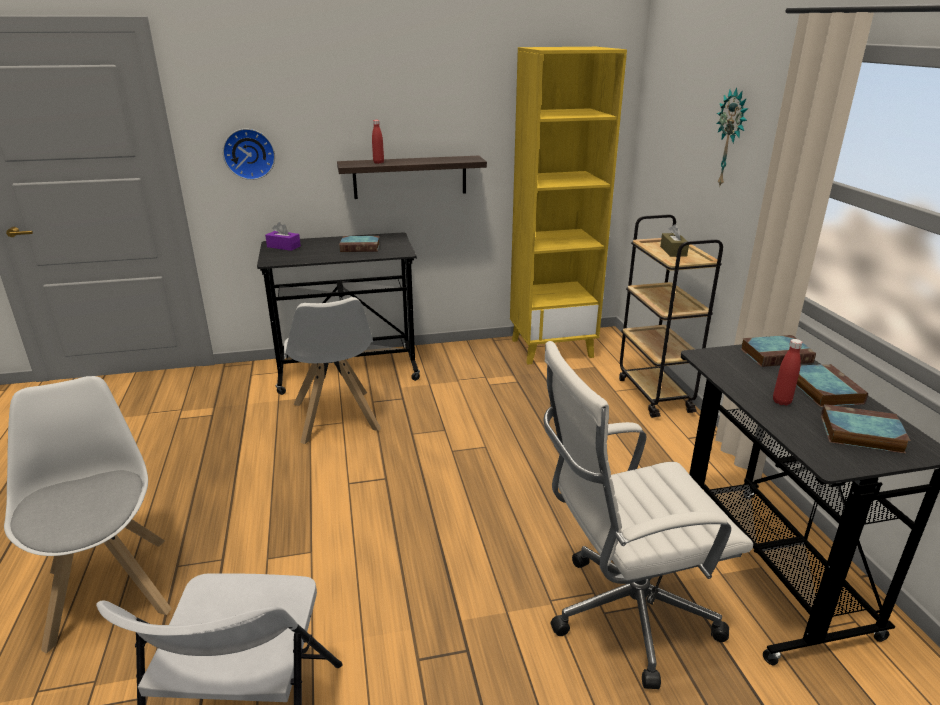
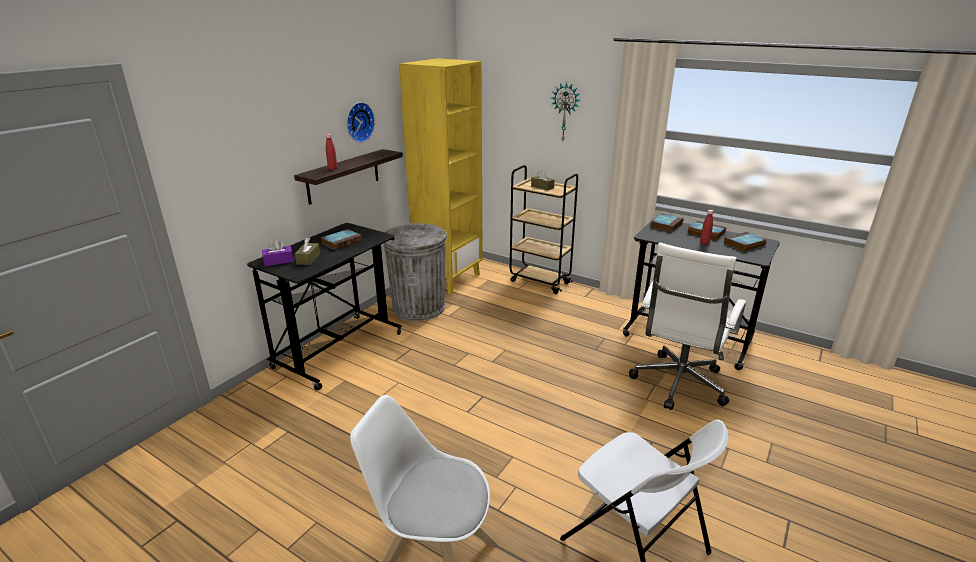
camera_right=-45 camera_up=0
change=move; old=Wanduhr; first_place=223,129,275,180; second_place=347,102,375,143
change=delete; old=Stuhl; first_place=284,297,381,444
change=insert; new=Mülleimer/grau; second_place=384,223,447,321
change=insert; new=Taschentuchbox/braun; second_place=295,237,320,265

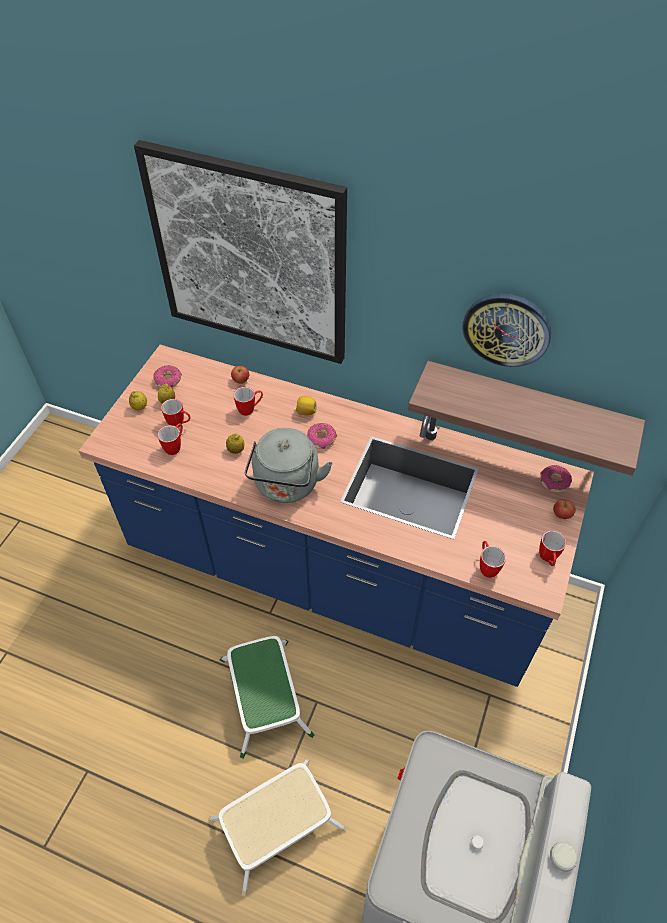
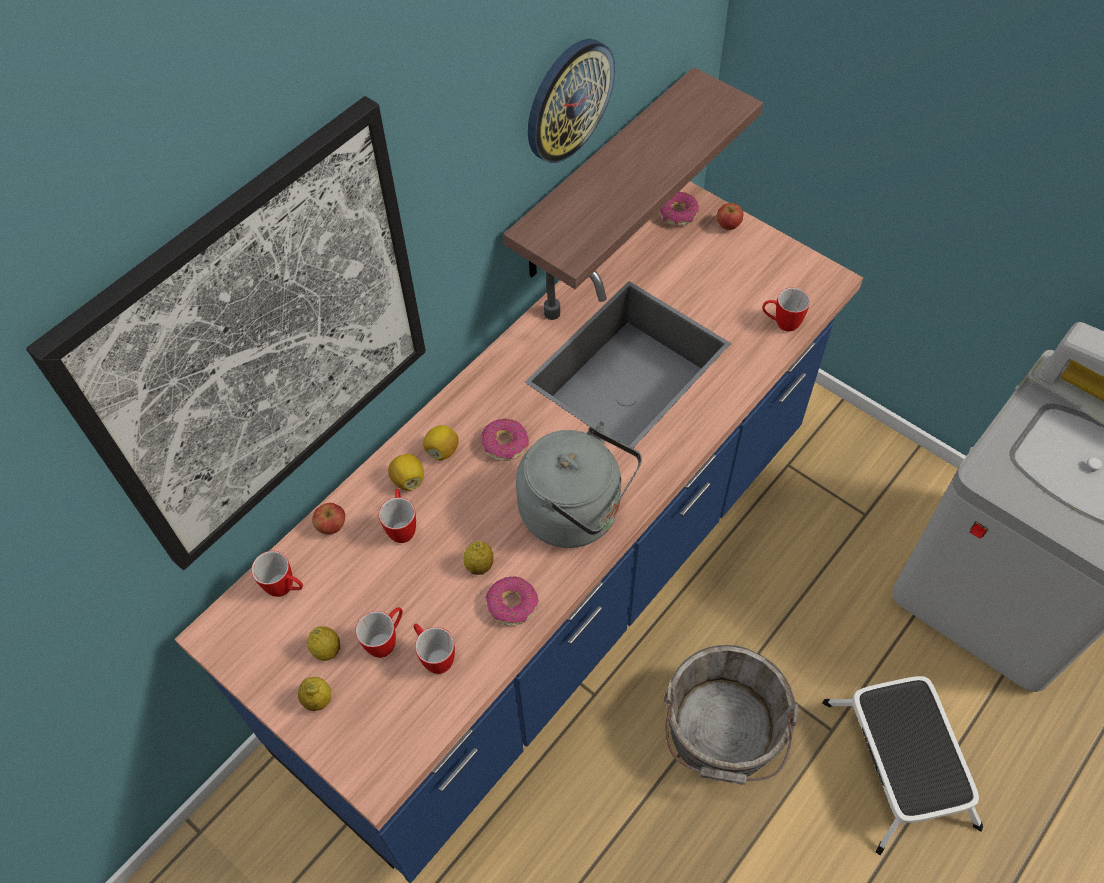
camera_right=-70 camera_up=5
change=move; old=Donut; first_place=153,365,182,388; second_place=486,576,539,626
change=move; old=Henkelbecher; first_place=539,530,567,566; second_place=251,551,303,597
change=replace; old=Trittleiter/grün; new=Eimer/grau; first_place=220,636,314,759; second_place=664,645,798,785
change=recolor; old=Trittleiter/beige; new=Trittleiter/schwarz; first_place=208,759,347,896; second_place=823,676,983,855
change=insert; new=Zitrone; second_place=388,454,424,490

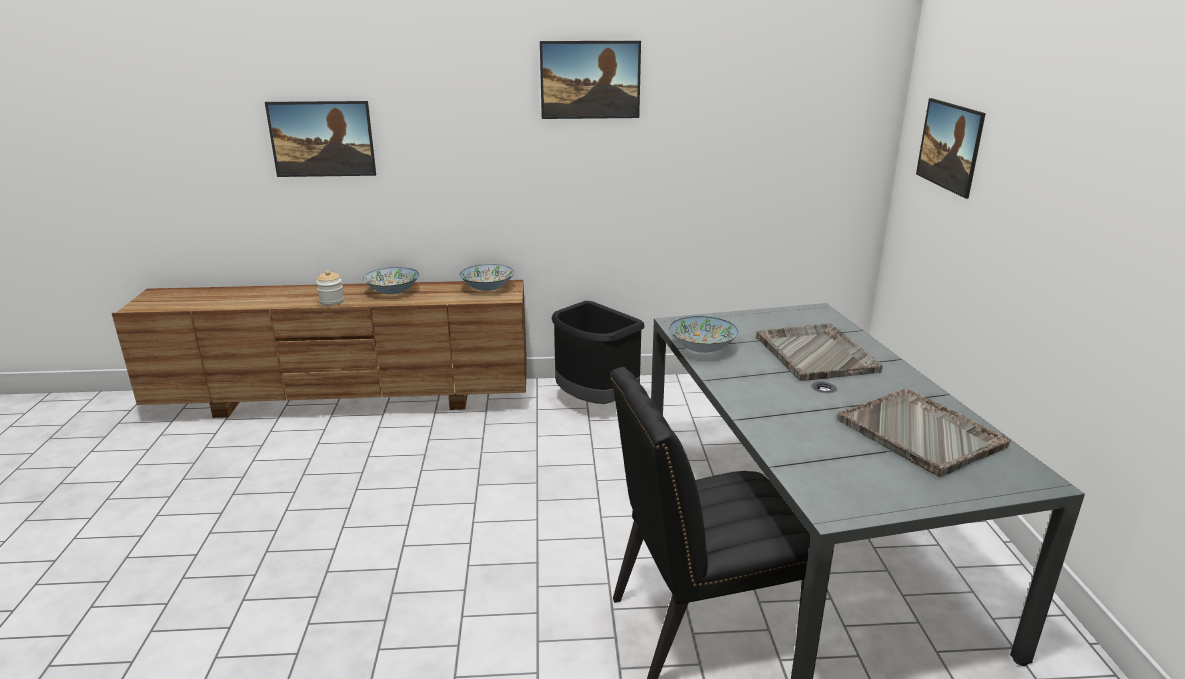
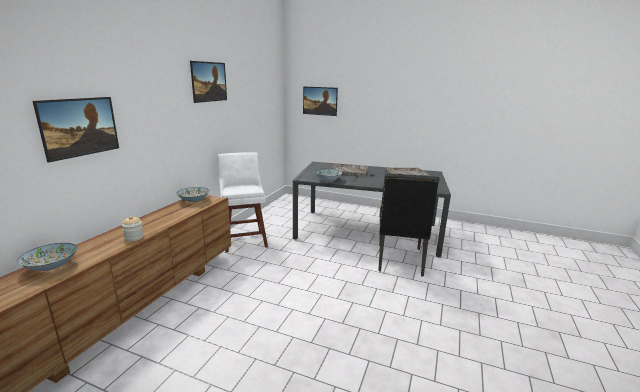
camera_right=-65 camera_up=-5
change=move; old=Schüssel; first_place=363,267,419,295; second_place=17,243,77,271
change=replace; old=Mülleimer/schwarz; new=Stuhl/weiß; first_place=552,301,645,404; second_place=217,152,268,252

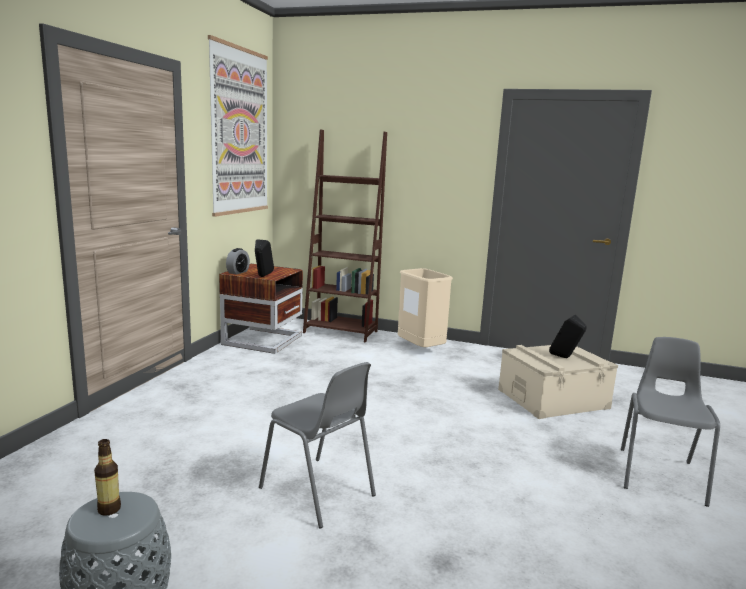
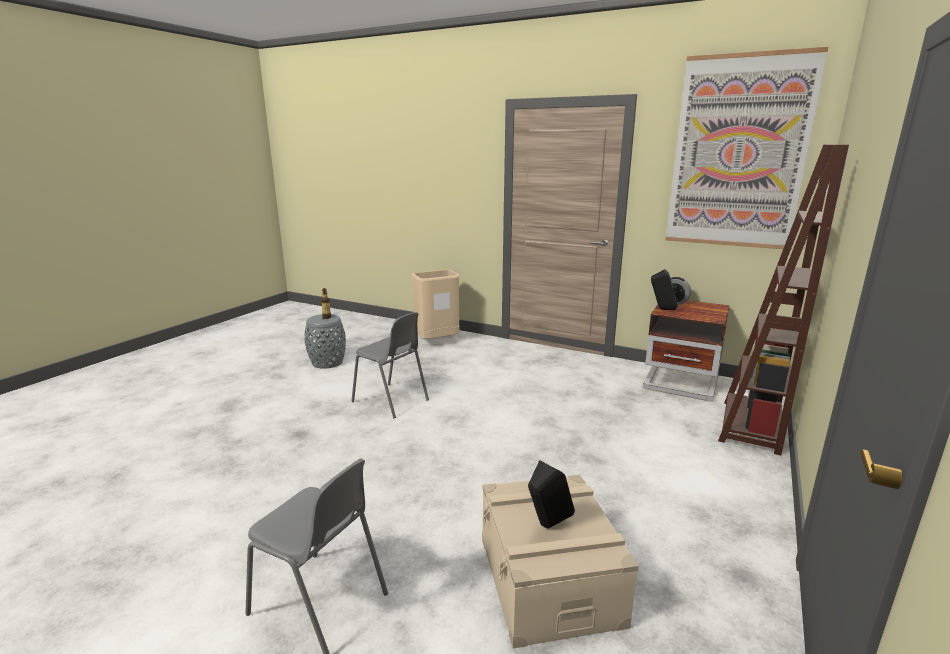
camera_right=100 camera_up=5
change=move; old=Mülleimer/beige; first_place=398,268,453,347; second_place=412,269,460,339
change=rotate; old=Stuhl/grau; first_place=259,362,376,528; second_place=351,312,429,418; degrees=-105

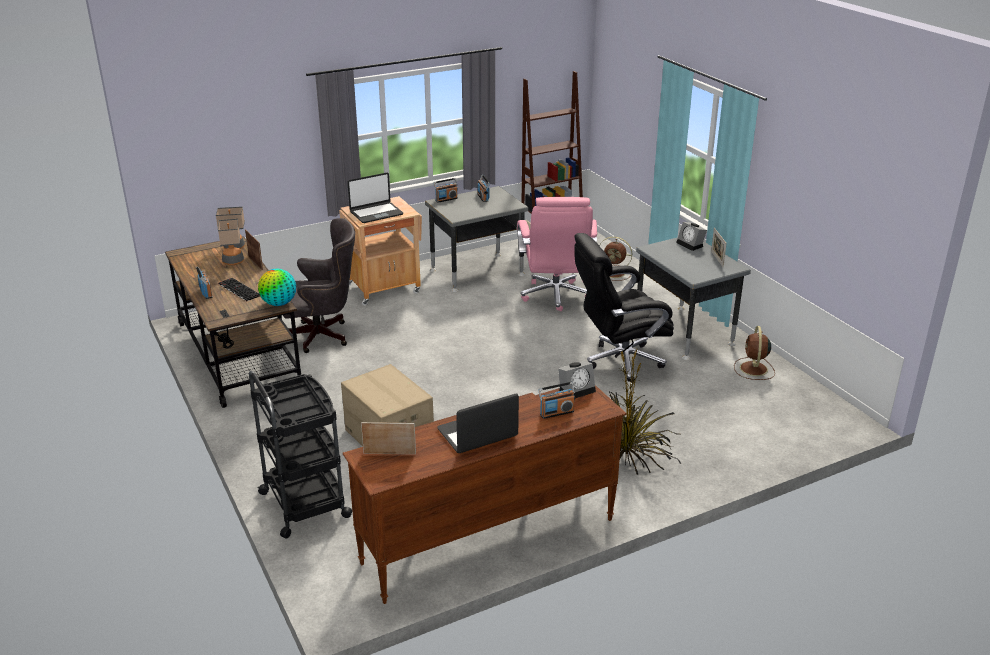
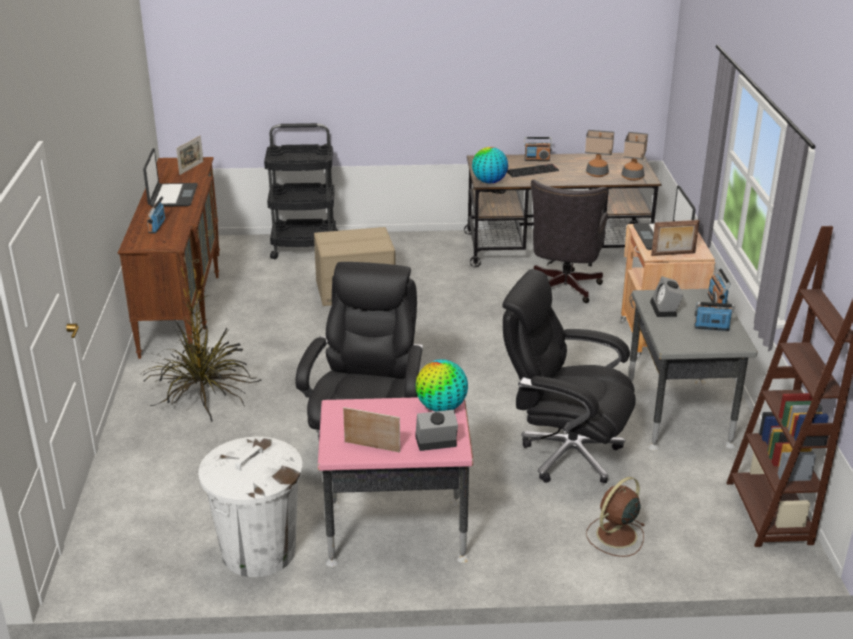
camera_right=115 camera_up=0
change=recolor; old=Bürostuhl/rosa; new=Bürostuhl/schwarz; first_place=517,197,597,311; second_place=502,269,636,483
change=move; old=Bilderrahmen; first_place=245,230,263,270; second_place=651,220,699,256
change=recolor; old=Schreibtisch/grau; new=Schreibtisch/rosa; first_place=636,237,751,360; second_place=318,397,474,567
change=replace; old=Ventilator/braun; new=Mülleimer/weiß; first_place=734,326,775,380; second_place=198,437,303,577
change=move; old=Wecker; first_place=558,361,596,398; second_place=650,276,683,317
change=insert; new=Globus; second_place=415,359,468,411

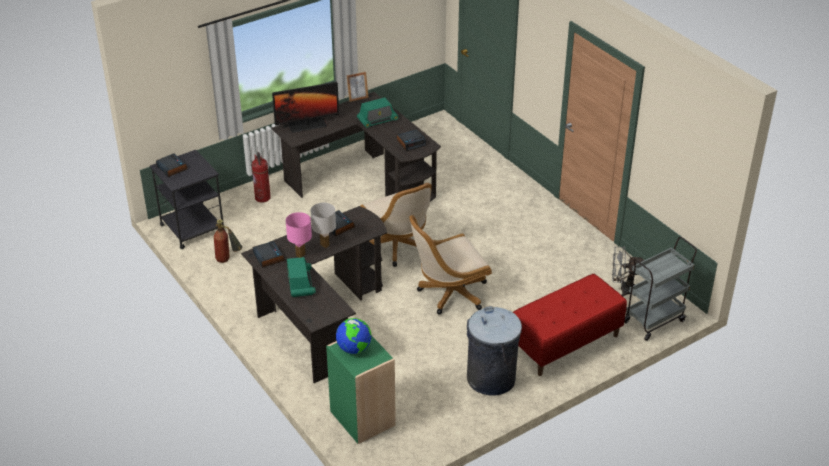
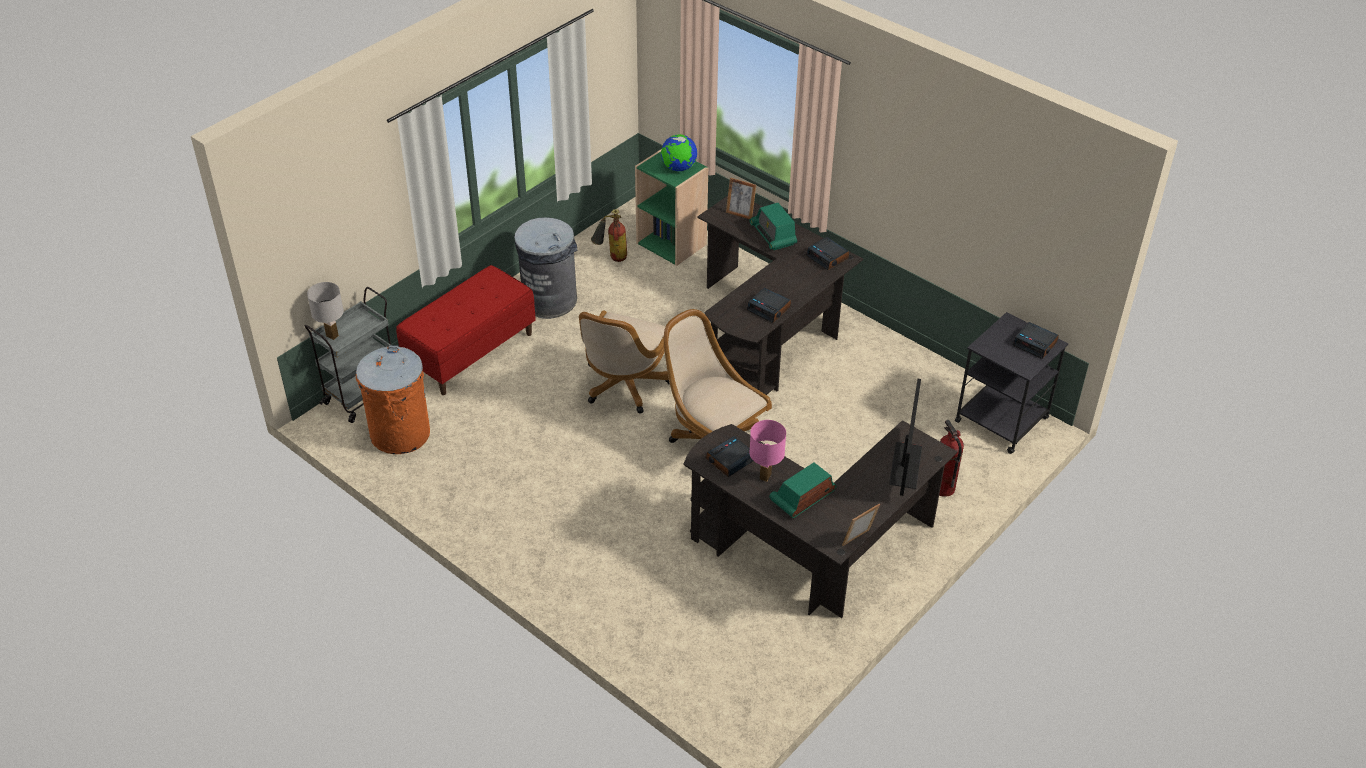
camera_right=165 camera_up=5
change=rotate; old=Monitor; first_place=272,82,339,133; second_place=889,379,922,496; degrees=135
change=move; old=Tischlampe/weiß; first_place=310,203,336,248; second_place=307,282,344,340
change=move; old=Tischlampe/rosa; first_place=286,212,312,258; second_place=749,420,786,482
change=rotate; old=Bürostuhl; first_place=409,215,492,315; second_place=579,310,670,414; degrees=150
change=move; old=Feuerlöscher; first_place=214,219,243,263; second_place=591,209,627,262
change=replace; old=Ventilator/grau; new=Mülleimer/orange; first_place=612,246,644,297; second_place=356,345,430,454
change=insert; new=Bilderrahmen; second_place=726,177,756,219

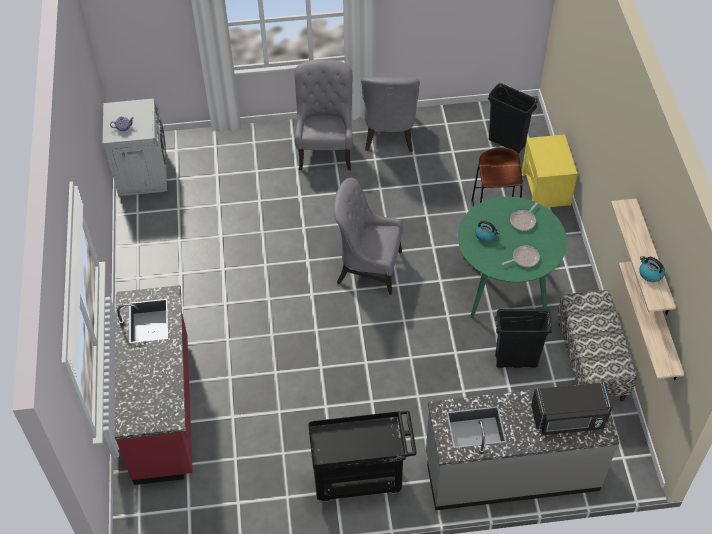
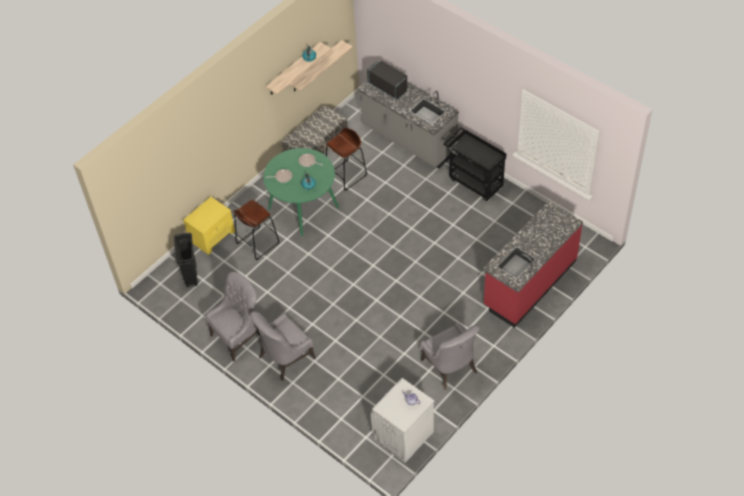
camera_right=-130 camera_up=0
change=move; old=Stuhl/grau; first_place=333,178,403,295; second_place=420,323,480,390
change=replace; old=Mülleimer/schwarz; new=Hocker/braun; first_place=495,309,552,368; second_place=326,128,367,191

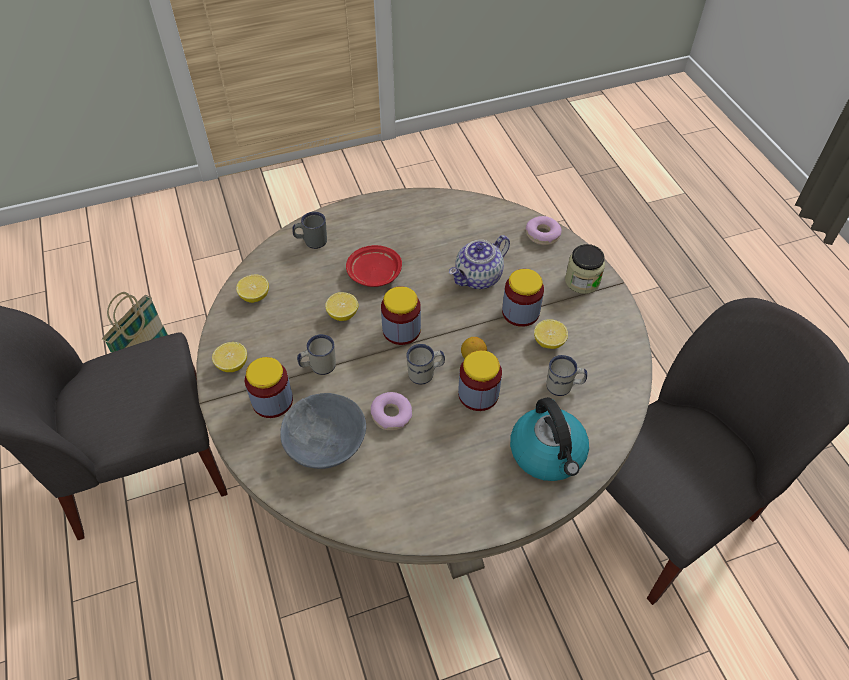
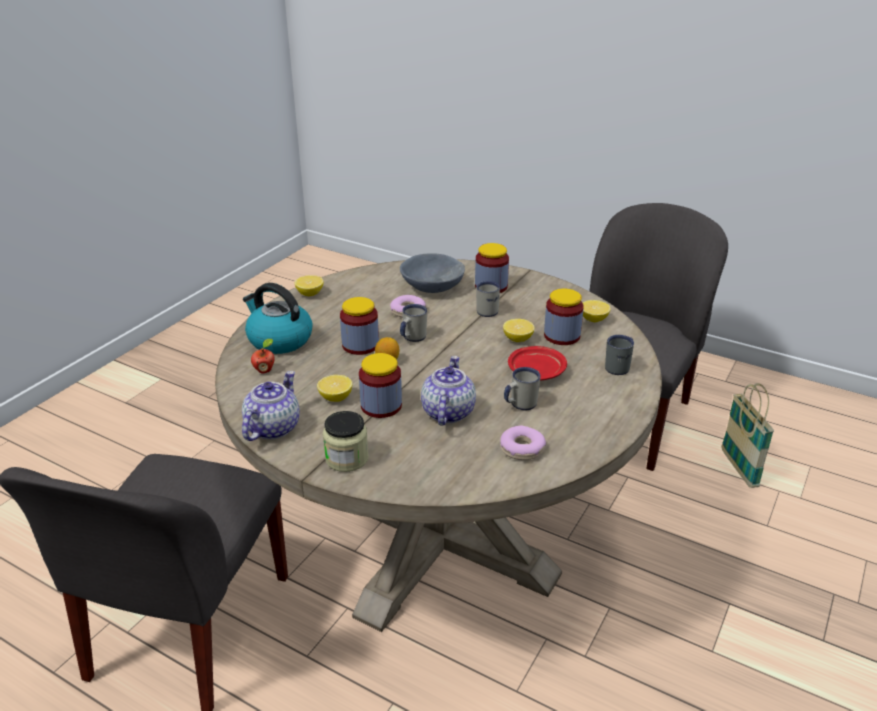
camera_right=140 camera_up=-20
change=move; old=Donut; first_place=526,216,562,245; second_place=500,426,546,460
change=move; old=Vorratsglas; first_place=381,286,421,345; second_place=544,289,584,345
change=move; old=Zitrone; first_place=212,342,247,372; second_place=295,275,324,296
change=move; old=Henkelbecher/weiß; first_place=546,355,587,396; second_place=504,367,541,410
change=insert; new=Apfel; second_place=251,339,275,374
change=insert; new=Teekanne; second_place=242,371,300,441

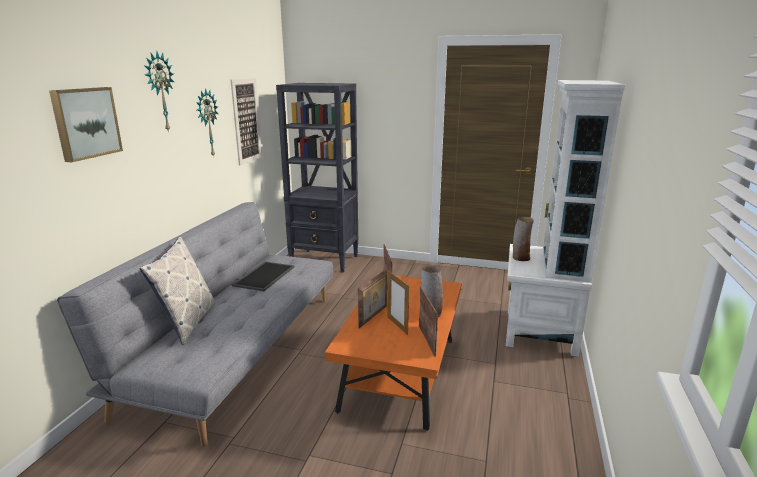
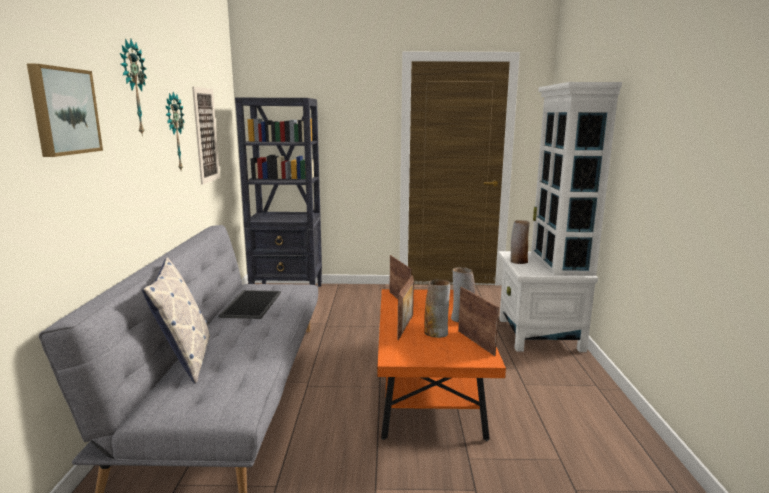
camera_right=-15 camera_up=-5
change=replace; old=Bilderrahmen; new=Vase; first_place=388,271,409,335; second_place=424,279,450,338

